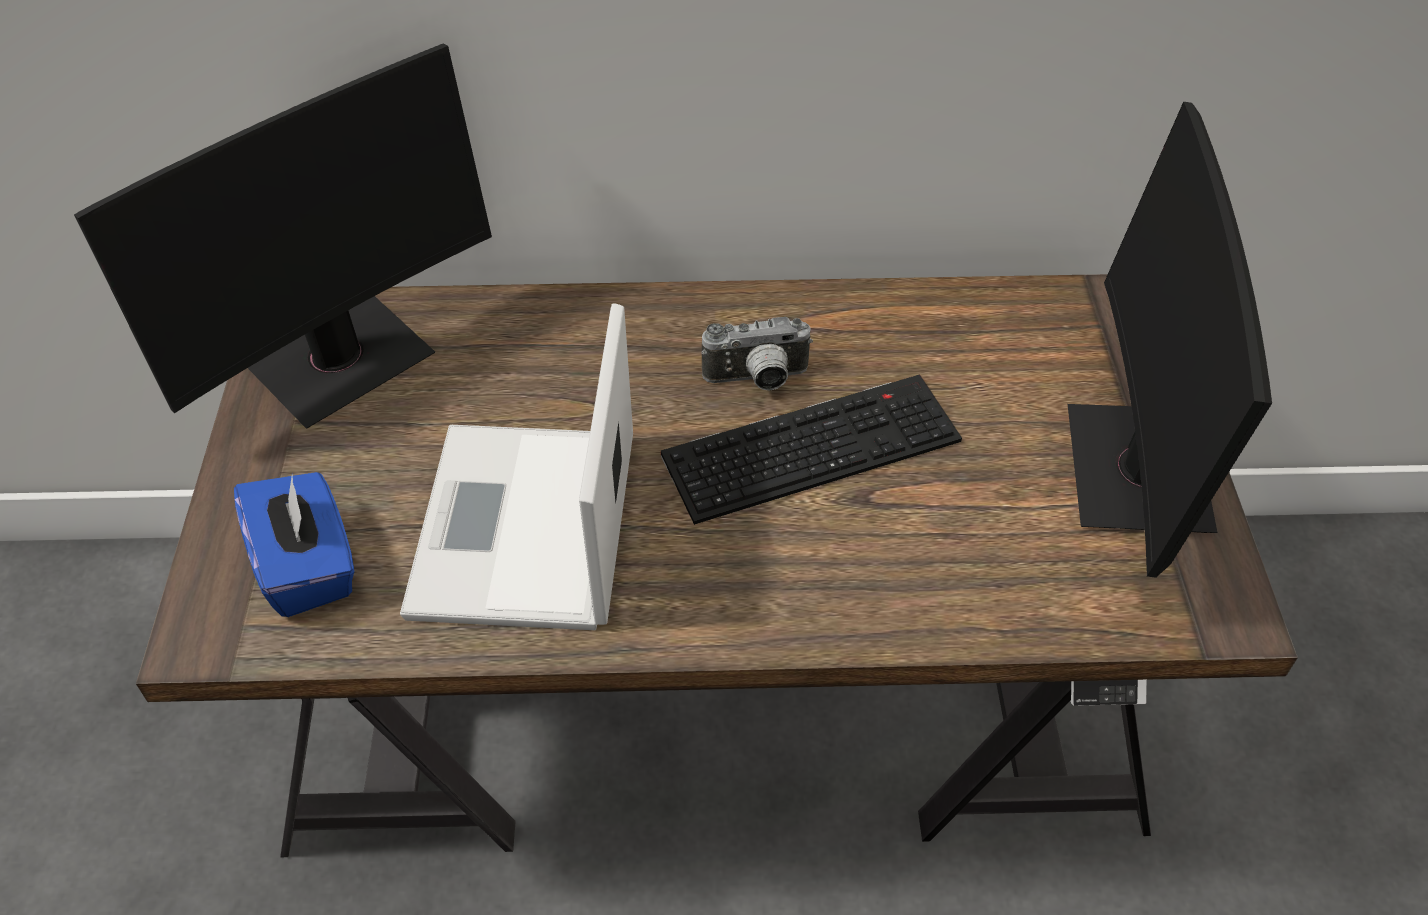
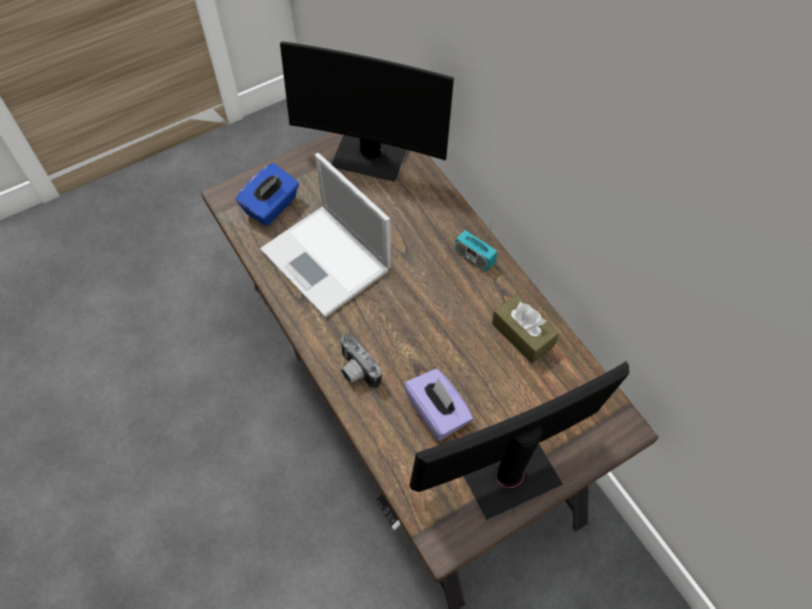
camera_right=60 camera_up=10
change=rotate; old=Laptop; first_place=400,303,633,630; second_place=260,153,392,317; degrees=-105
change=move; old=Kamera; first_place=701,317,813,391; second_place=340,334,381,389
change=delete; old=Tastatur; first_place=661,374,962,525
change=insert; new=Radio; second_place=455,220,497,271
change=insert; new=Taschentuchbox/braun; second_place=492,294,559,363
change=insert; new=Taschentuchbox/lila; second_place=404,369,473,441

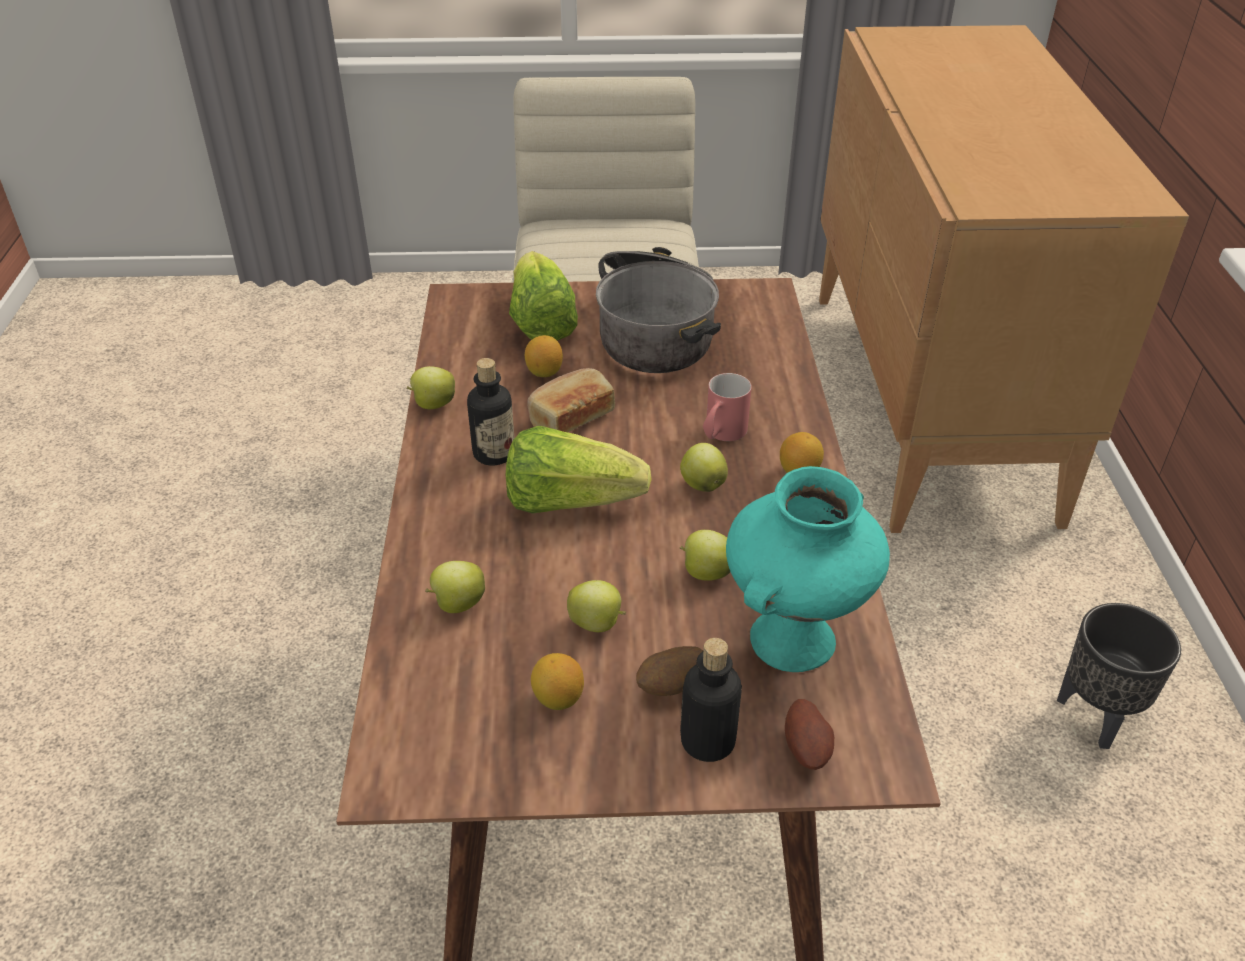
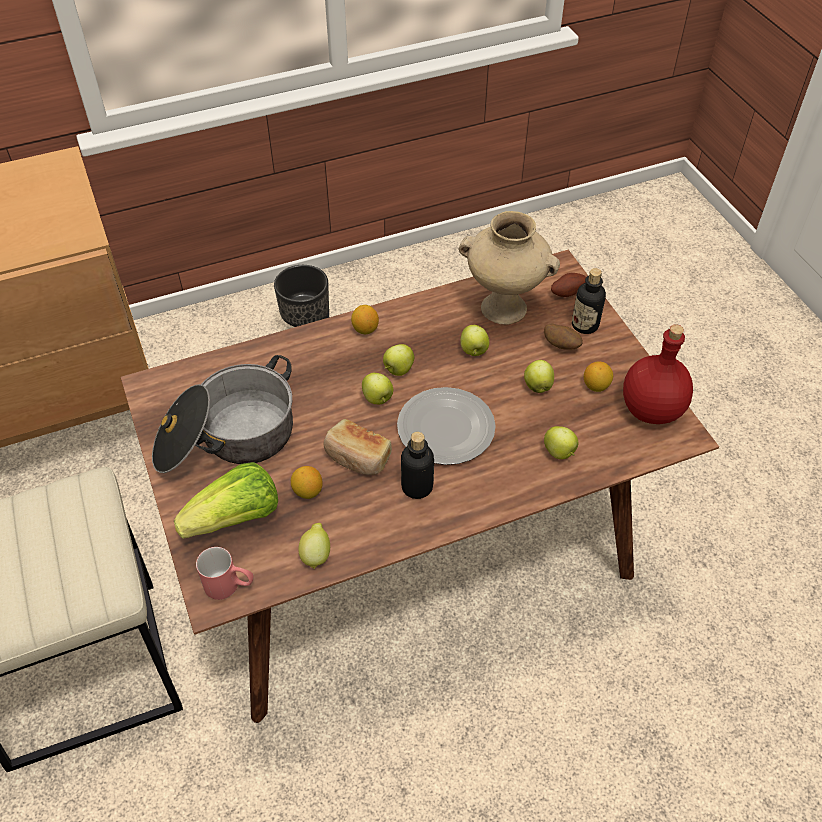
camera_right=-110 camera_up=10
change=move; old=Apfel; first_place=406,366,455,409; second_place=362,373,393,405
change=move; old=Henkelbecher/rot; first_place=703,373,752,441; second_place=196,547,254,600
change=replace; old=Salatkopf; new=Teller; first_place=506,426,652,513; second_place=397,387,496,465
change=recolor; old=Vase/türkis; new=Vase/beige; first_place=726,466,890,672; second_place=459,211,560,324
change=insert; new=Flasche/rot; second_place=623,324,693,424
change=insert; new=Zitrone; second_place=298,523,330,569

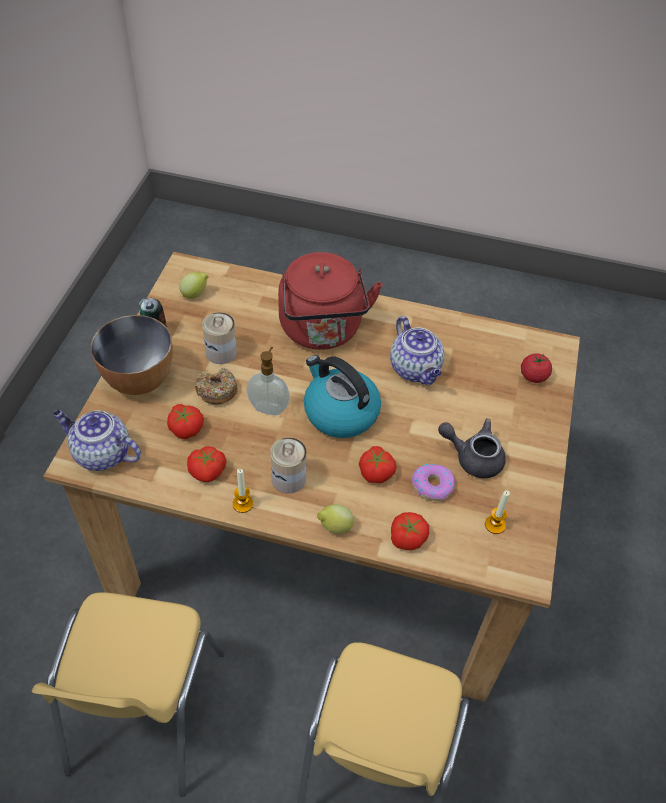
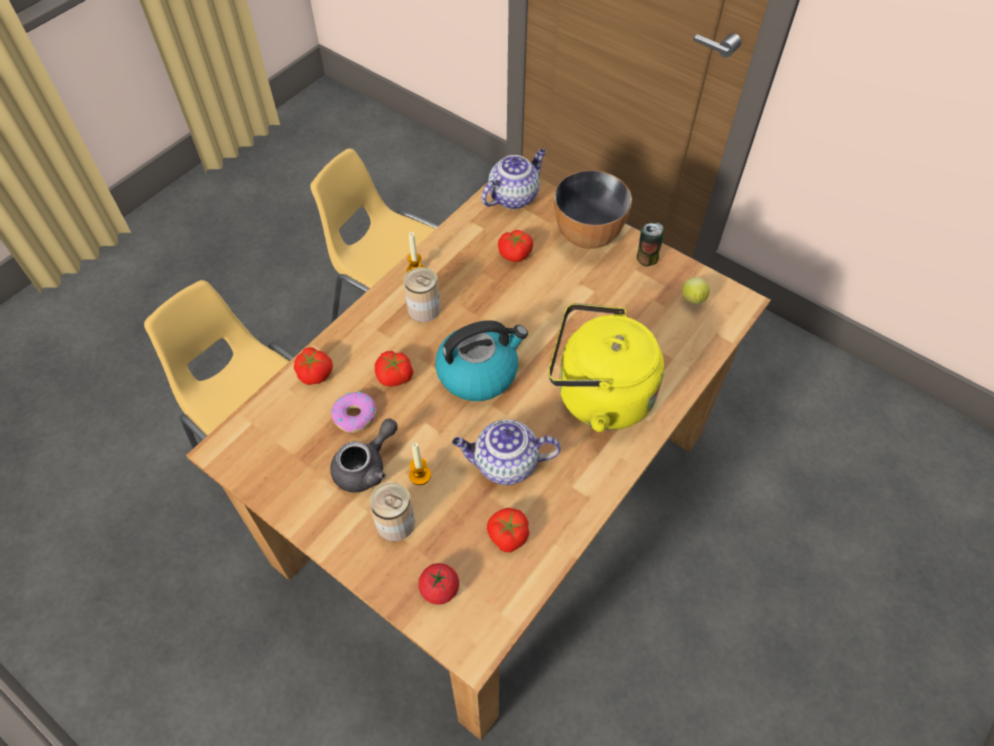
camera_right=115 camera_up=5
change=recolor; old=Wasserkessel/rot; new=Wasserkessel/gelb; first_place=278,252,383,350; second_place=549,303,664,432
change=move; old=Dose; first_place=202,312,237,364; second_place=369,482,415,541
change=delete; old=Seifenspender; first_place=246,347,290,415
change=delete; old=Donut; first_place=195,368,238,404
change=move; old=Tomate; first_place=187,446,226,482; second_place=487,508,530,552
change=move; old=Kerze; first_place=485,490,510,534; second_place=409,443,431,485
change=delete; old=Zitrone; first_place=317,504,354,534

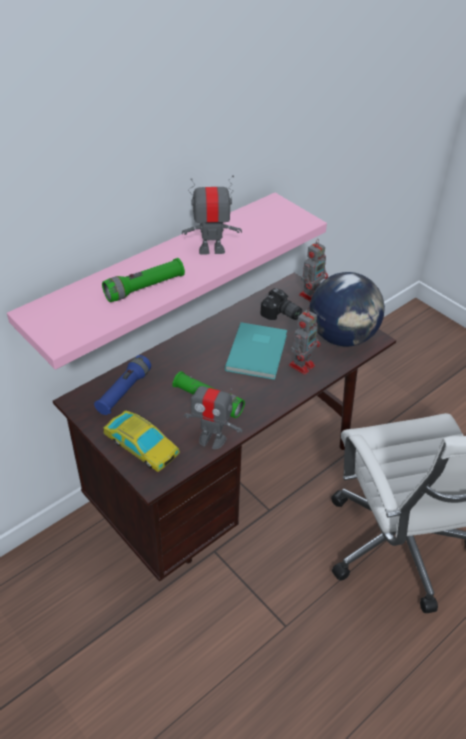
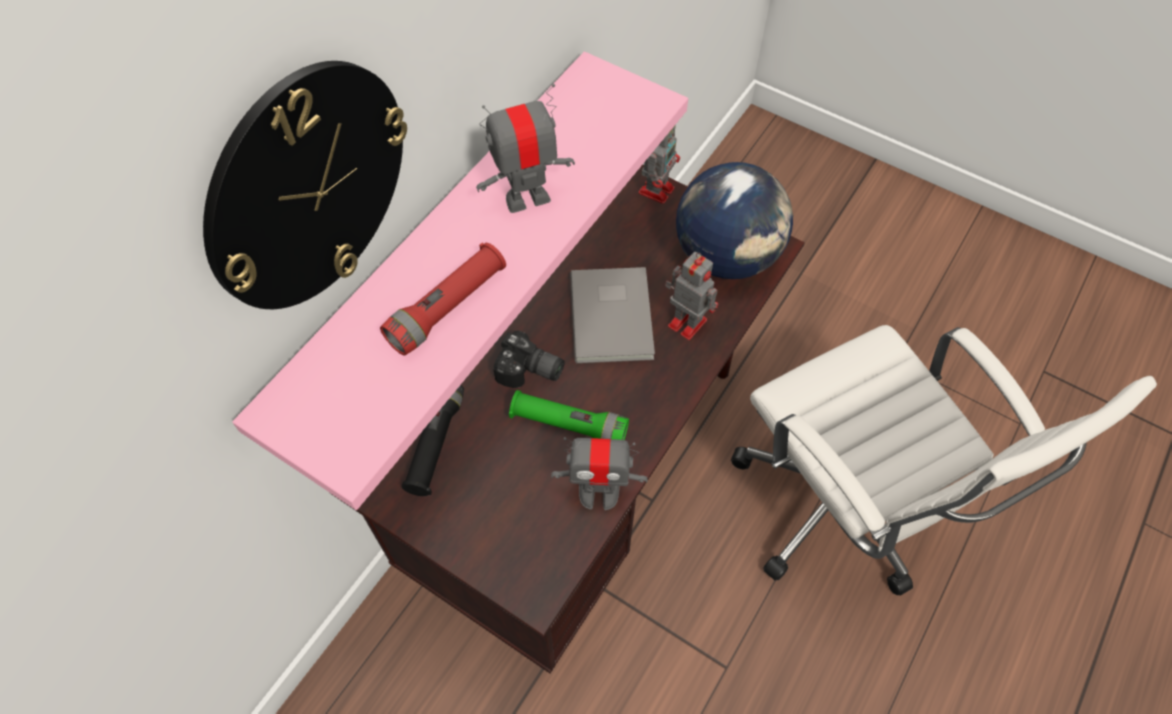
camera_right=-15 camera_up=15
change=recolor; old=Taschenlampe/grün; new=Taschenlampe/rot; first_place=102,258,185,302; second_place=380,243,506,356
change=move; old=Kamera; first_place=260,288,302,320; second_place=493,331,565,388
change=rotate; old=Spielzeugroboter; first_place=289,308,320,375; second_place=665,252,719,340; degrees=-75
change=recolor; old=Buch/türkis; new=Buch/grau; first_place=225,322,287,380; second_place=570,267,655,363
change=recolor; old=Taschenlampe/blau; new=Taschenlampe/schwarz; first_place=94,355,151,415; second_place=401,385,464,496
change=delete; old=Spielzeugauto; first_place=103,410,180,472
change=insert; new=Wanduhr; second_place=203,61,407,309

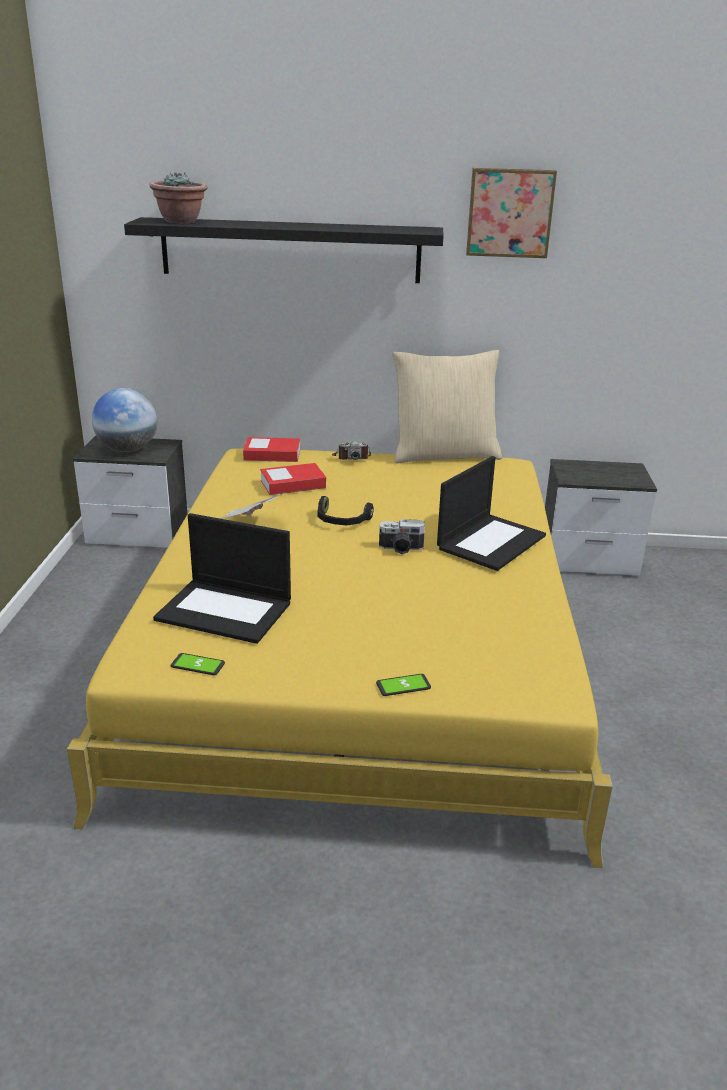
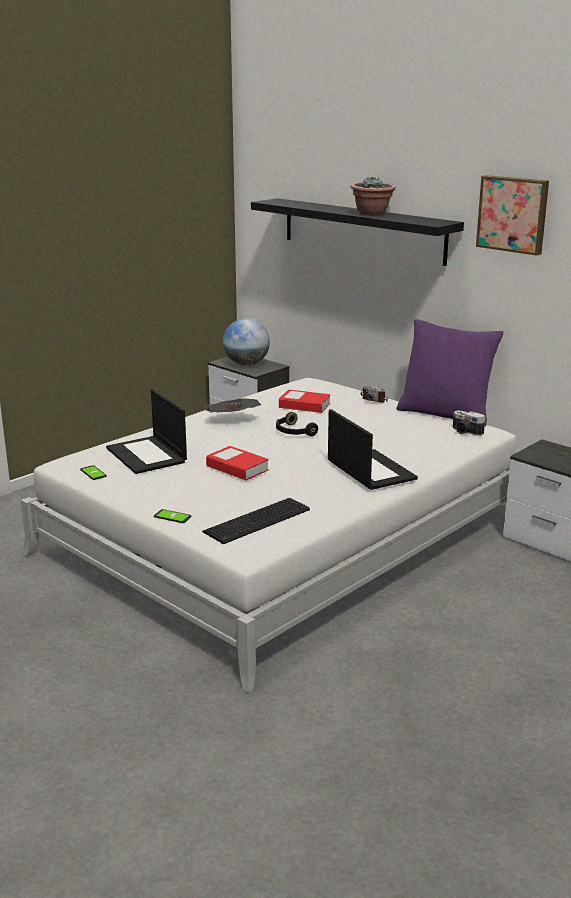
camera_right=40 camera_up=-5
change=move; old=Topfpflanze; first_place=149,172,207,223; second_place=351,177,396,216
change=recolor; old=Kissen/beige; new=Kissen/lila; first_place=392,350,502,463; second_place=397,319,504,427
change=move; old=Buch; first_place=243,437,300,462; second_place=206,446,269,480
change=recolor; old=Bett/gelb; new=Bett/weiß; first_place=67,448,613,868; second_place=21,378,517,693
change=rotate; old=Laptop; first_place=437,456,546,571; second_place=328,409,418,490; degrees=-105
change=move; old=Kamera; first_place=379,519,425,554; second_place=453,411,485,436
change=insert; new=Tastatur; second_place=202,498,310,544

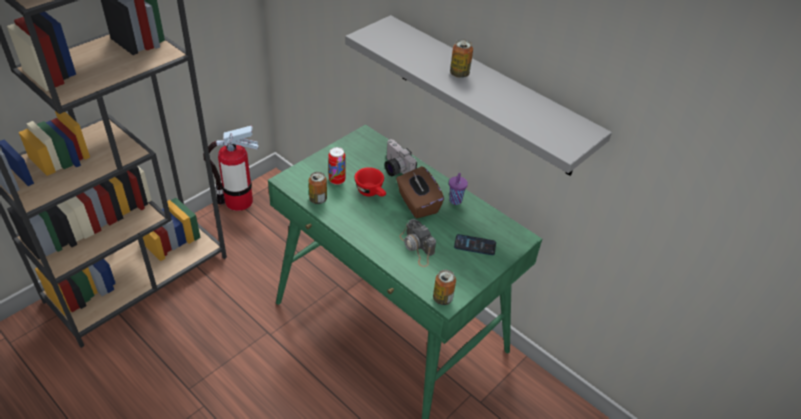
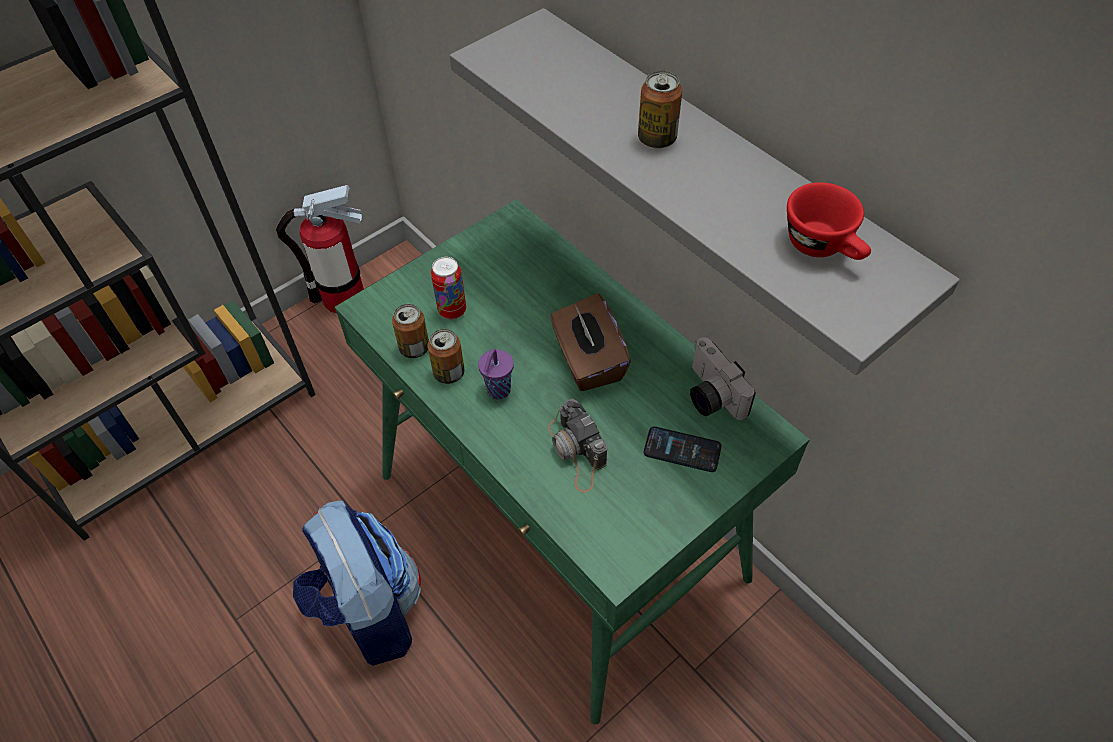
camera_right=10 camera_up=10
change=move; old=Kamera; first_place=385,139,417,176; second_place=690,337,756,420
change=move; old=Tasse/rot; first_place=355,167,386,197; second_place=787,182,871,260
change=move; old=Tasse/lila; first_place=449,173,468,205; second_place=478,349,514,399
change=move; old=Dose; first_place=433,270,456,305; second_place=428,329,465,384
change=insert; new=Rucksack; second_place=293,501,421,665

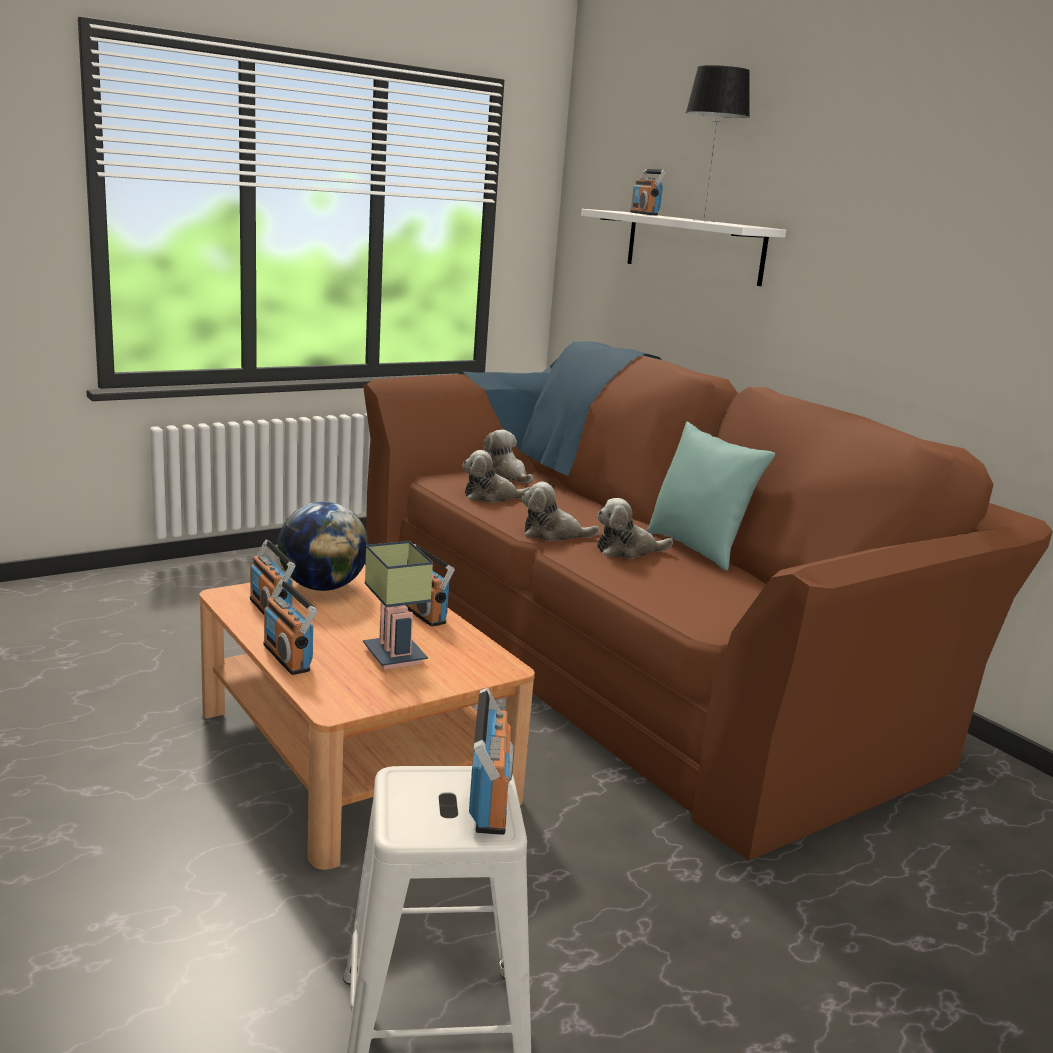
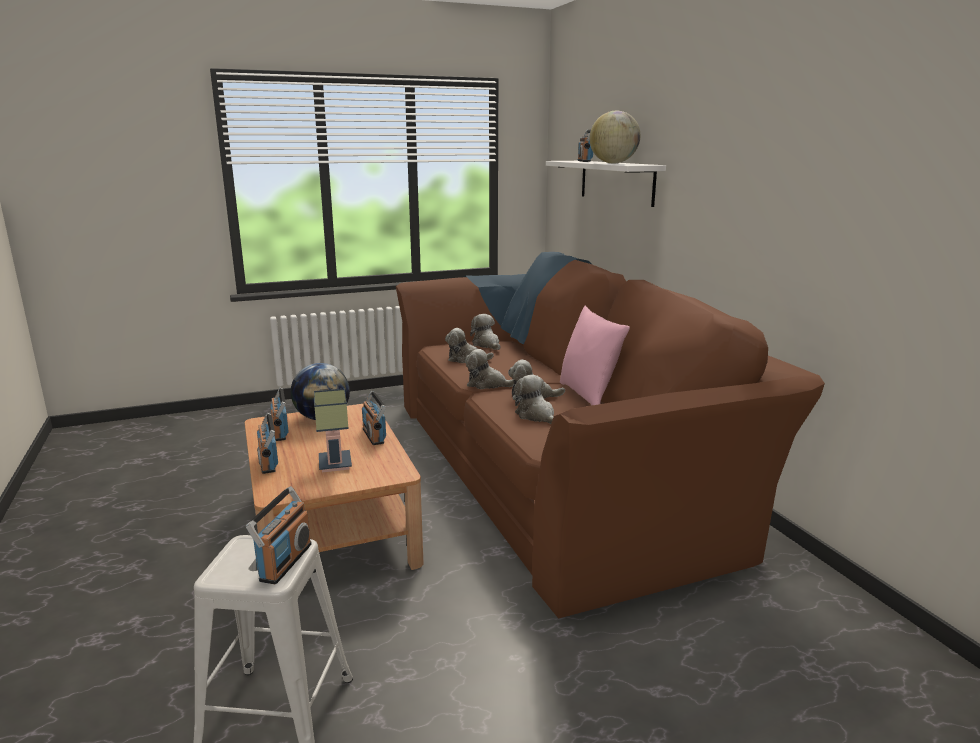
camera_right=15 camera_up=0
change=replace; old=Tischlampe; new=Globus; first_place=686,65,750,222; second_place=590,111,640,163
change=recolor; old=Kissen/türkis; new=Kissen/rosa; first_place=647,422,775,571; second_place=560,306,630,405
change=insert; new=Plüschtier; second_place=514,375,554,424

